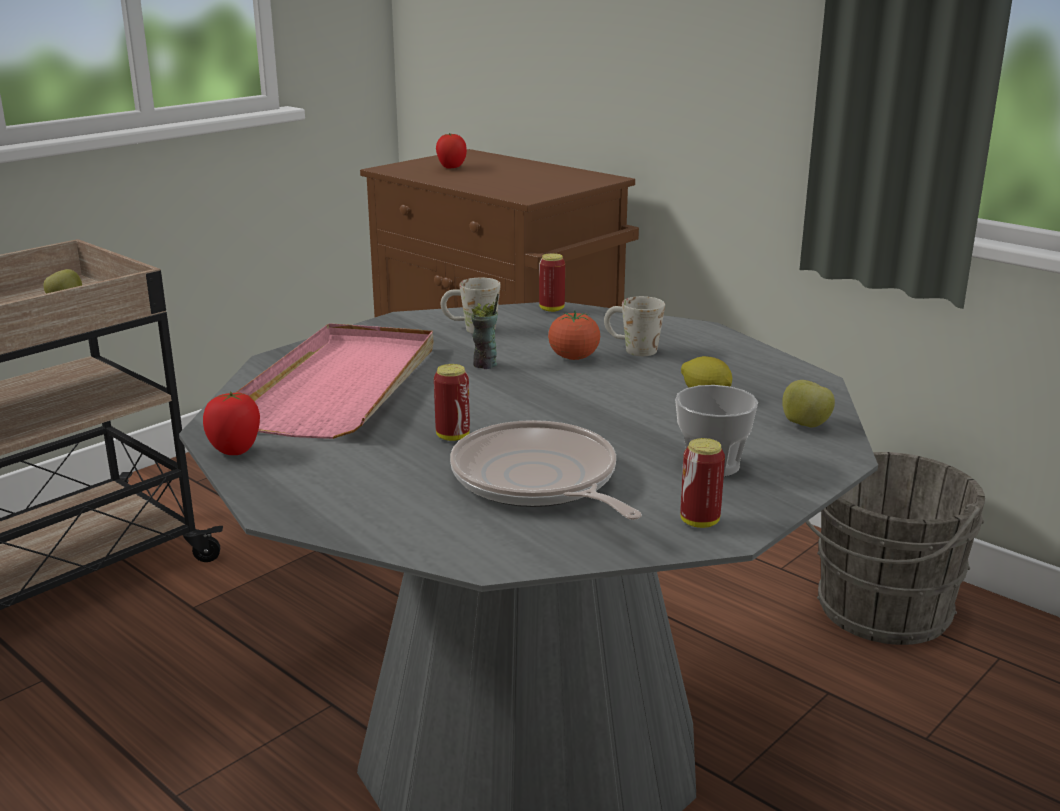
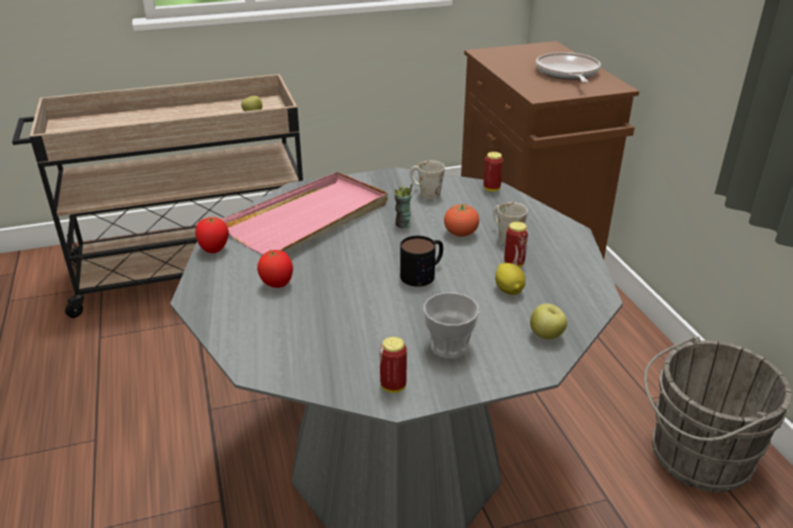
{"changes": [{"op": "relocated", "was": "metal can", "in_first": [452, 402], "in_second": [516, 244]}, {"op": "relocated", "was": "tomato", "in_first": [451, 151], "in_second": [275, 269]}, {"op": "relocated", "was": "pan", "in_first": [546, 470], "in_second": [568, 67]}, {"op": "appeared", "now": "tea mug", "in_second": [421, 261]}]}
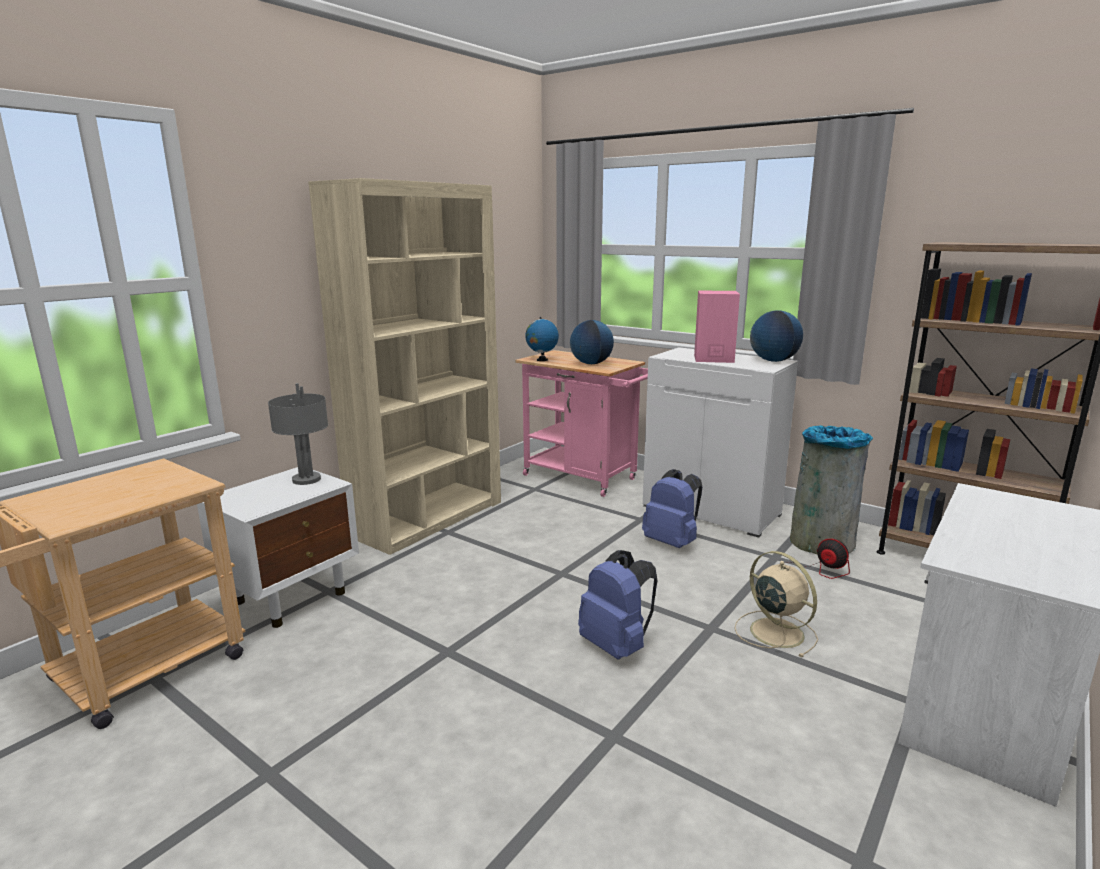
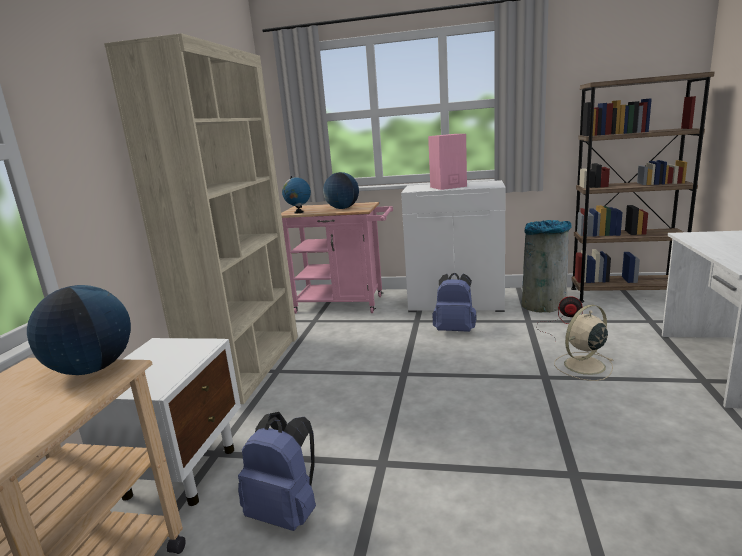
{"changes": [{"op": "missing", "was": "table lamp in gray", "in_first": [298, 434]}, {"op": "relocated", "was": "rucksack in blue-coloured", "in_first": [618, 605], "in_second": [277, 471]}, {"op": "spun", "was": "fan in beige-coloured", "in_first": [776, 604], "in_second": [583, 343], "clockwise": -60}, {"op": "relocated", "was": "world globe", "in_first": [776, 336], "in_second": [79, 330]}]}
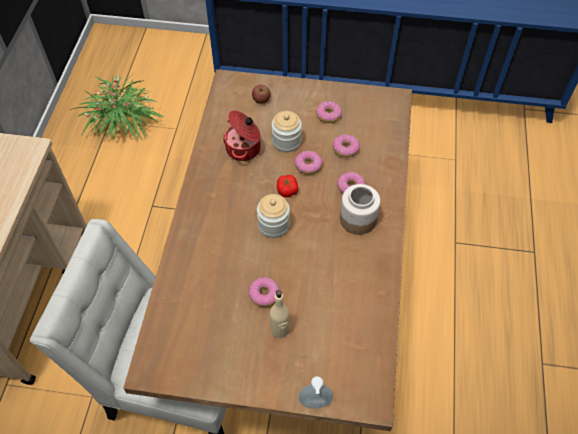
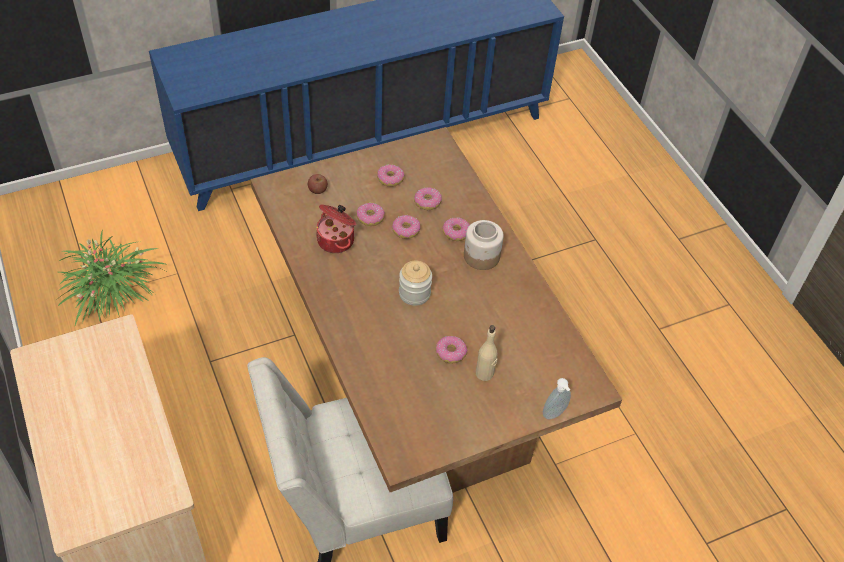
{"changes": [{"op": "exchanged", "was": "jar", "now": "donut", "in_first": [287, 131], "in_second": [370, 214]}, {"op": "missing", "was": "tomato", "in_first": [287, 186]}]}
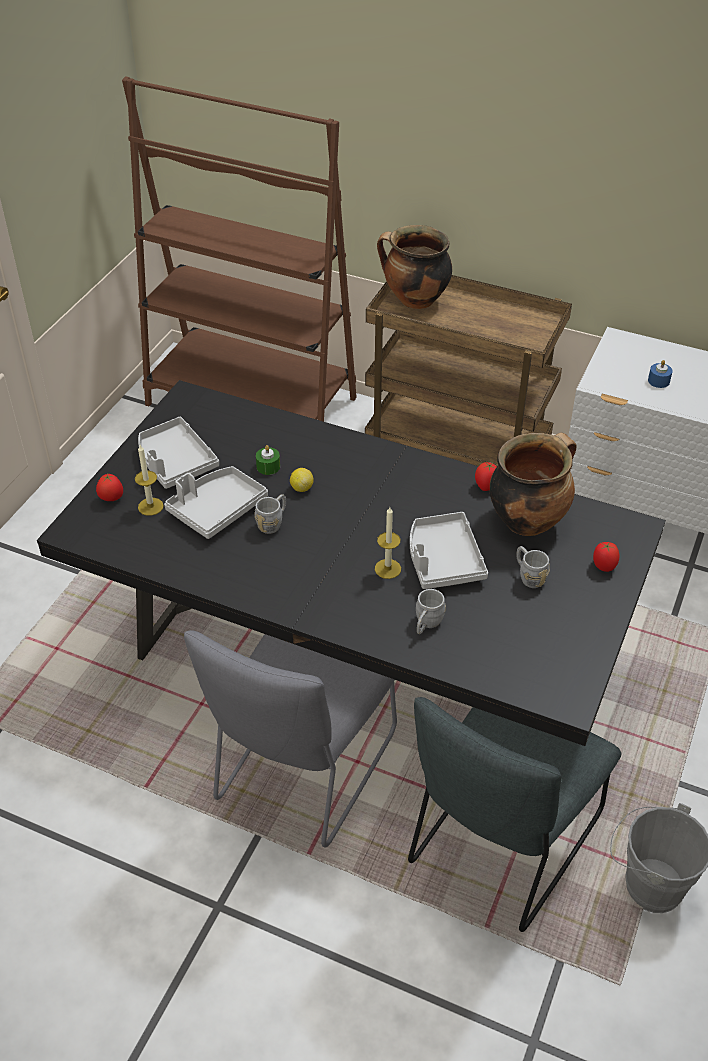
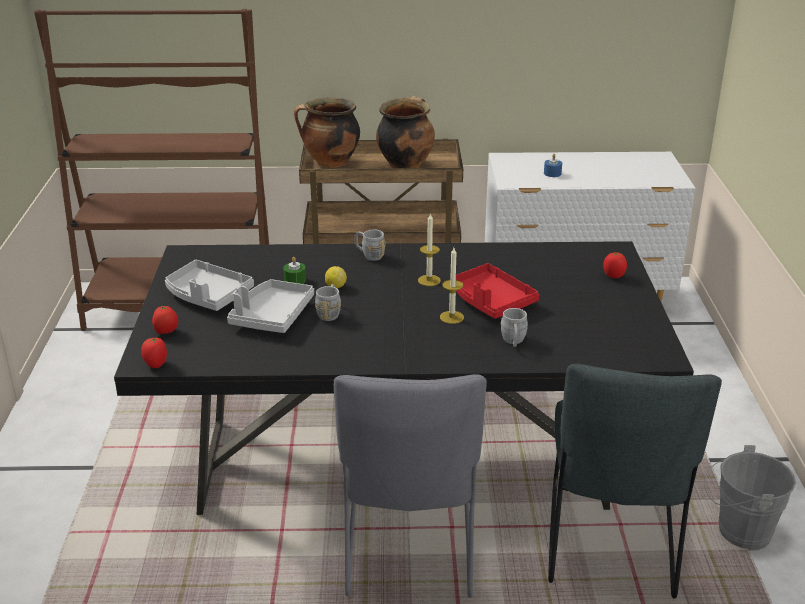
{"changes": [{"op": "relocated", "was": "candle", "in_first": [149, 480], "in_second": [429, 250]}, {"op": "colour", "was": "tray in gray", "now": "tray in red-coloured", "in_first": [449, 550], "in_second": [497, 291]}, {"op": "relocated", "was": "tomato", "in_first": [486, 476], "in_second": [154, 352]}, {"op": "relocated", "was": "saucepot", "in_first": [533, 484], "in_second": [405, 132]}, {"op": "relocated", "was": "tea mug in gray", "in_first": [533, 567], "in_second": [370, 245]}]}
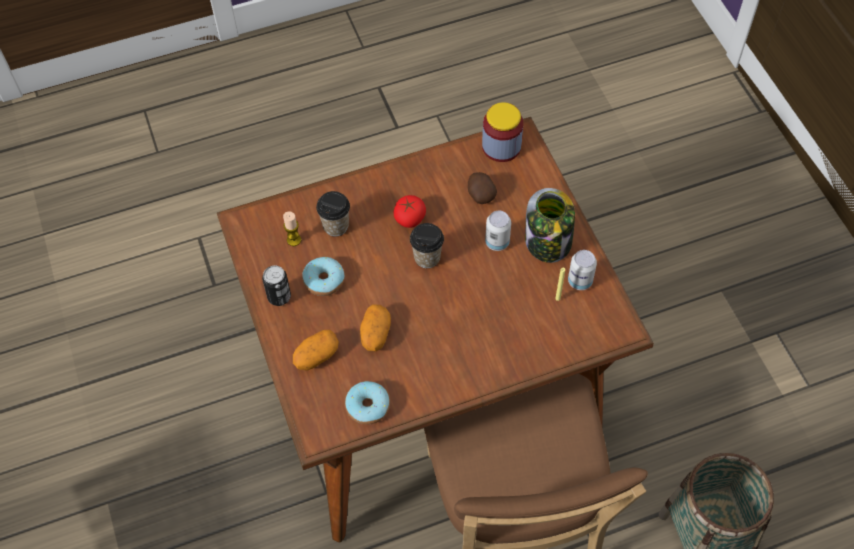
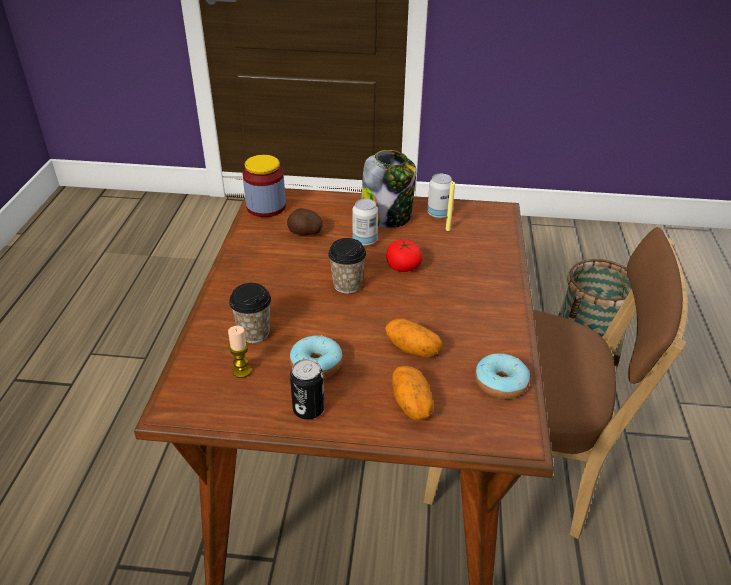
{"changes": [{"op": "relocated", "was": "tomato", "in_first": [409, 211], "in_second": [404, 256]}]}
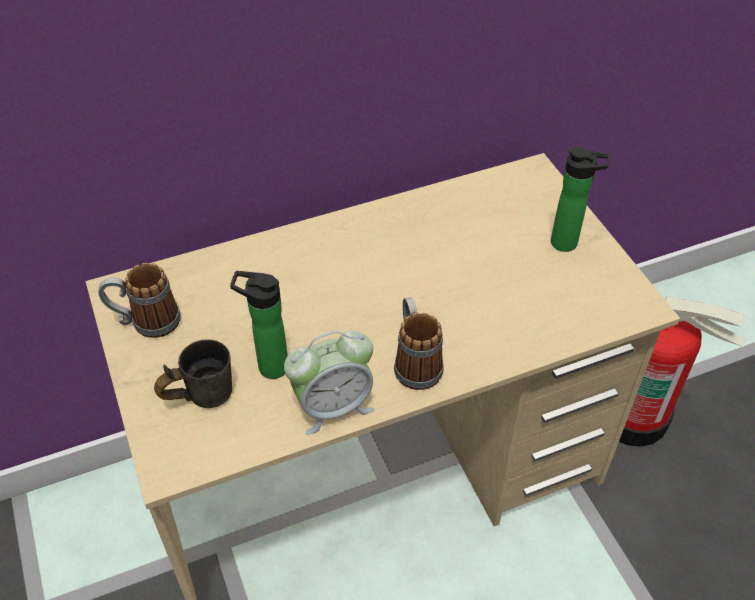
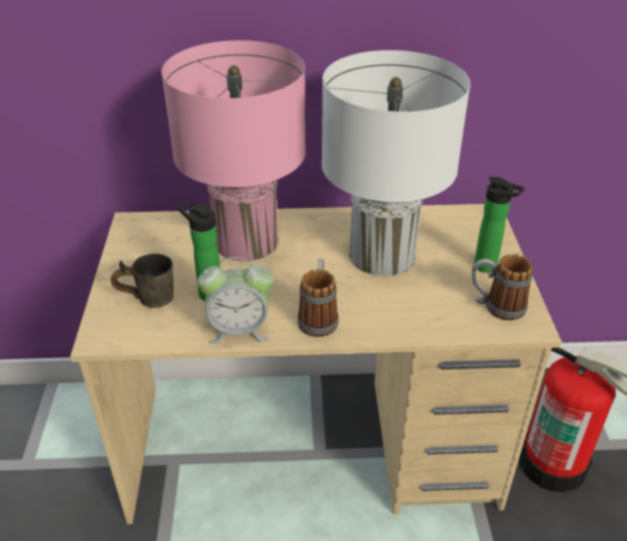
{"changes": [{"op": "relocated", "was": "tea mug", "in_first": [140, 300], "in_second": [502, 287]}, {"op": "appeared", "now": "table lamp in pink", "in_second": [233, 150]}, {"op": "appeared", "now": "table lamp in white-coloured", "in_second": [396, 163]}]}
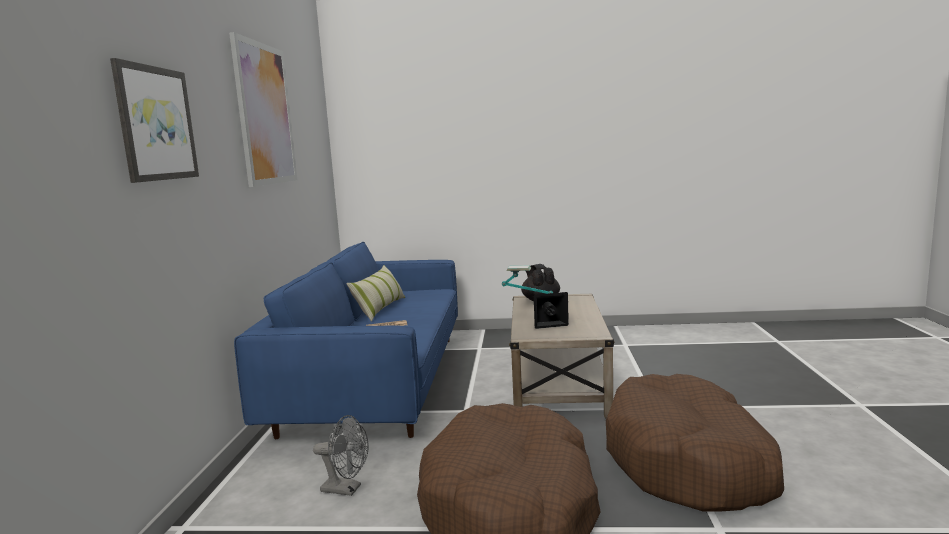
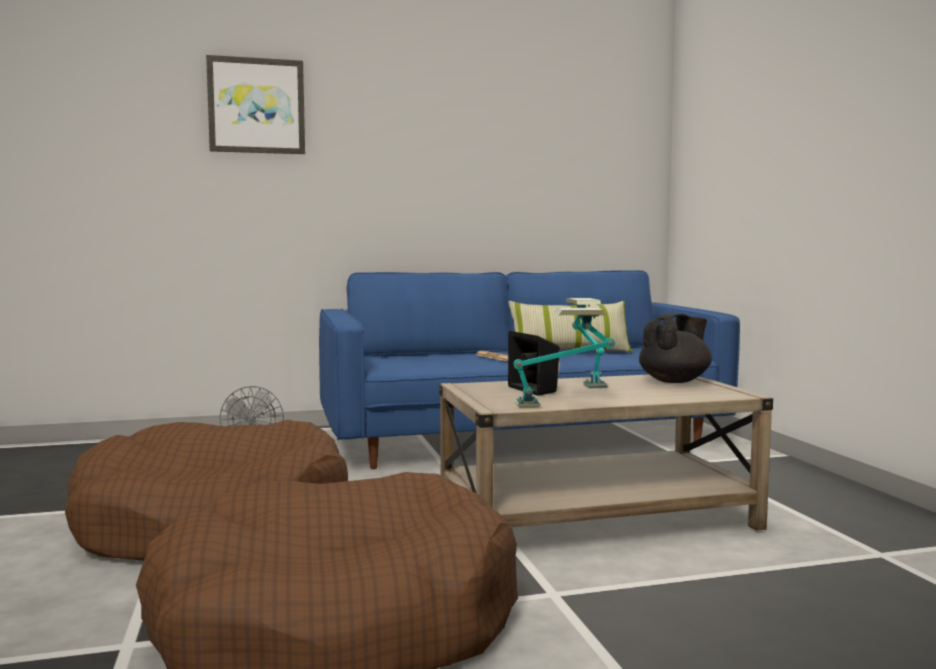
{"changes": [{"op": "missing", "was": "picture", "in_first": [263, 109]}, {"op": "appeared", "now": "table lamp", "in_second": [564, 358]}]}
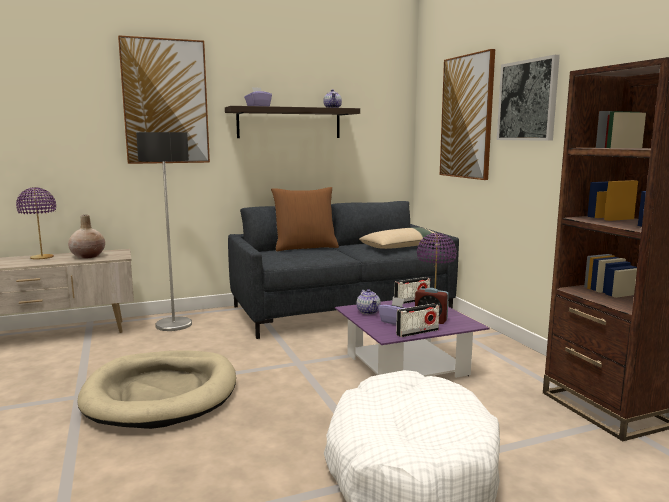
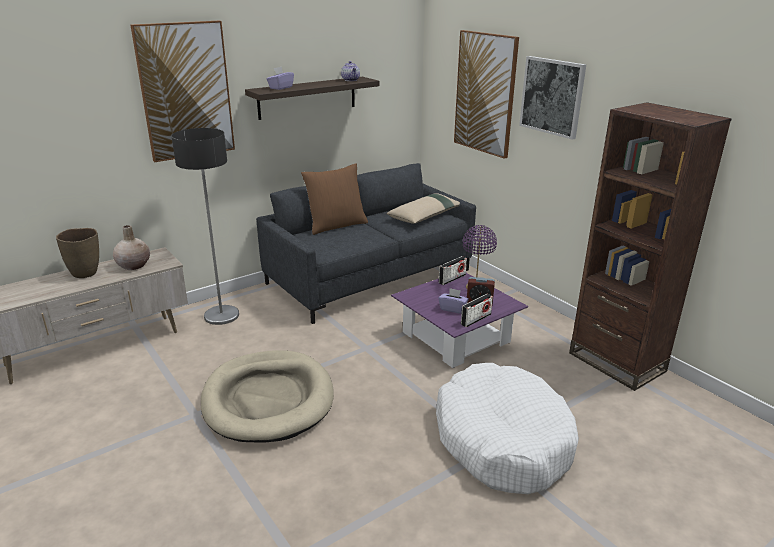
{"changes": [{"op": "exchanged", "was": "table lamp in purple-coloured", "now": "flower vase in brown-coloured", "in_first": [36, 223], "in_second": [77, 253]}, {"op": "missing", "was": "teapot", "in_first": [369, 302]}]}
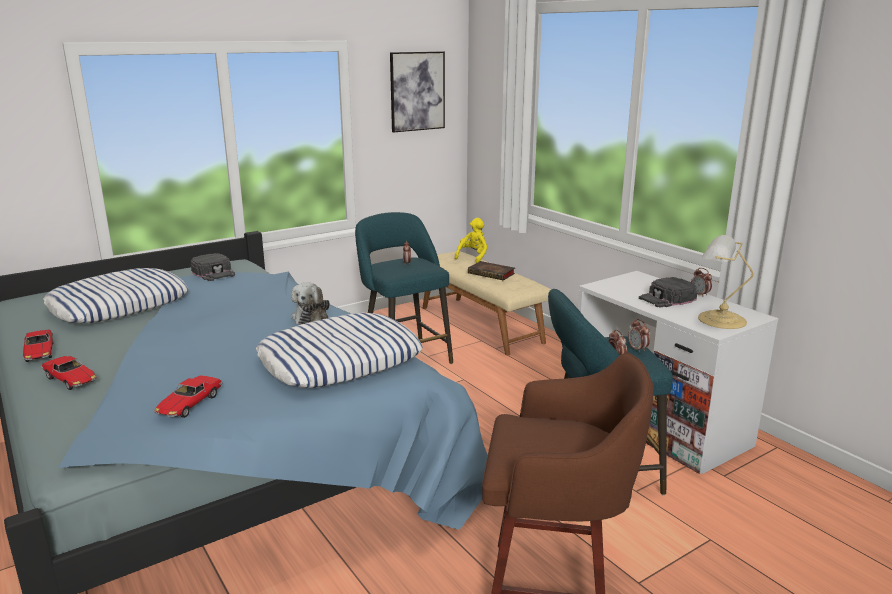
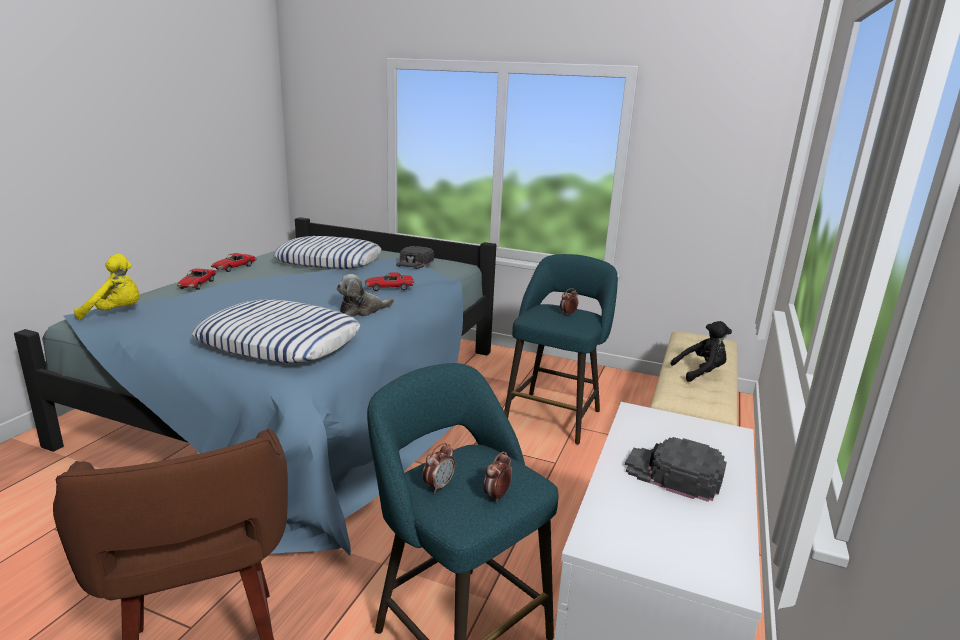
{"changes": [{"op": "relocated", "was": "toy car", "in_first": [188, 396], "in_second": [390, 282]}, {"op": "missing", "was": "picture", "in_first": [417, 91]}, {"op": "relocated", "was": "plush toy in yellow", "in_first": [471, 240], "in_second": [106, 287]}, {"op": "exchanged", "was": "bound book", "now": "plush toy in black", "in_first": [491, 271], "in_second": [701, 351]}, {"op": "missing", "was": "table clock", "in_first": [701, 282]}, {"op": "missing", "was": "table lamp", "in_first": [726, 282]}]}
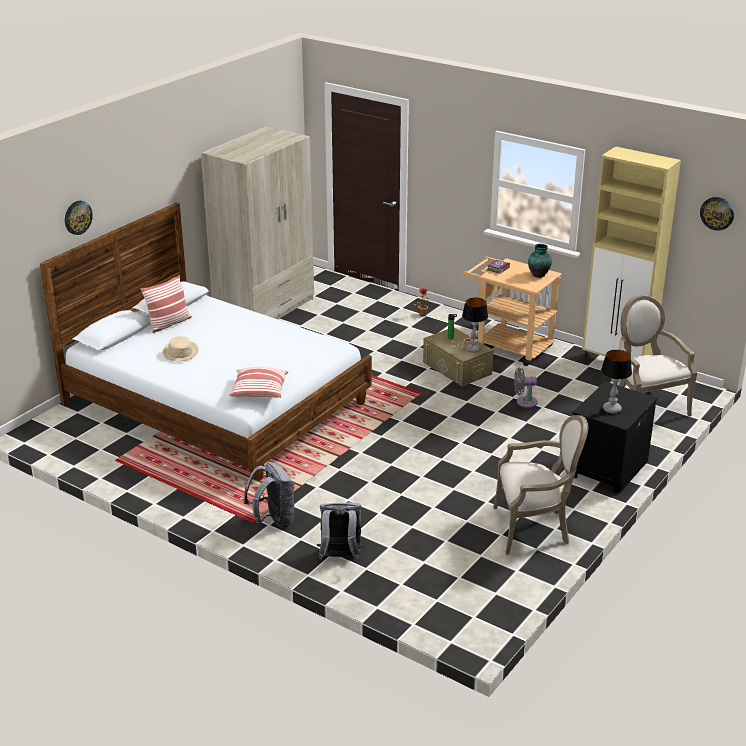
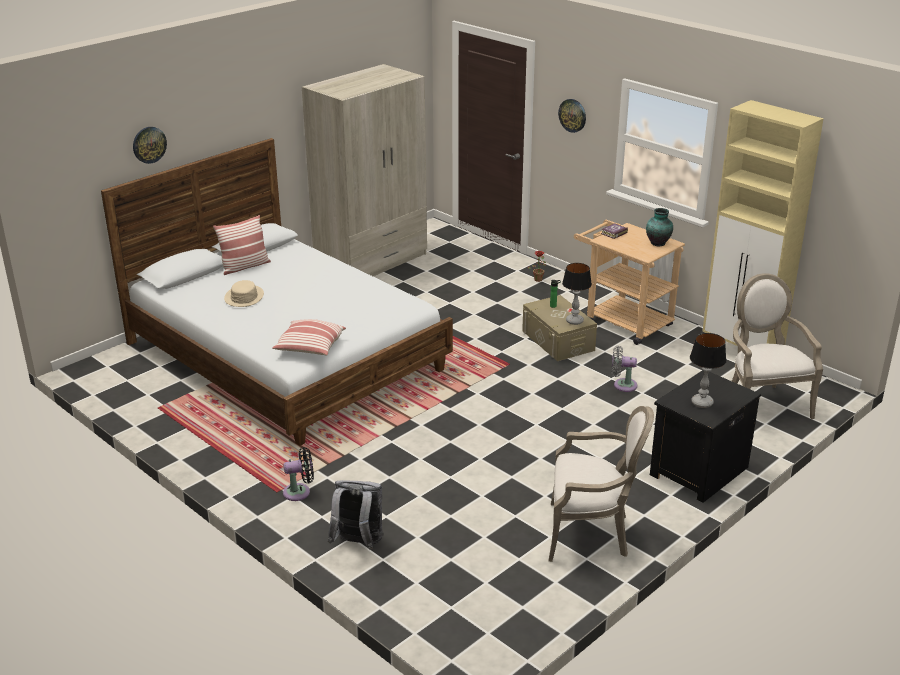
{"changes": [{"op": "exchanged", "was": "rucksack in gray", "now": "fan in black", "in_first": [269, 495], "in_second": [298, 474]}, {"op": "relocated", "was": "hanging clock", "in_first": [717, 214], "in_second": [572, 116]}]}
